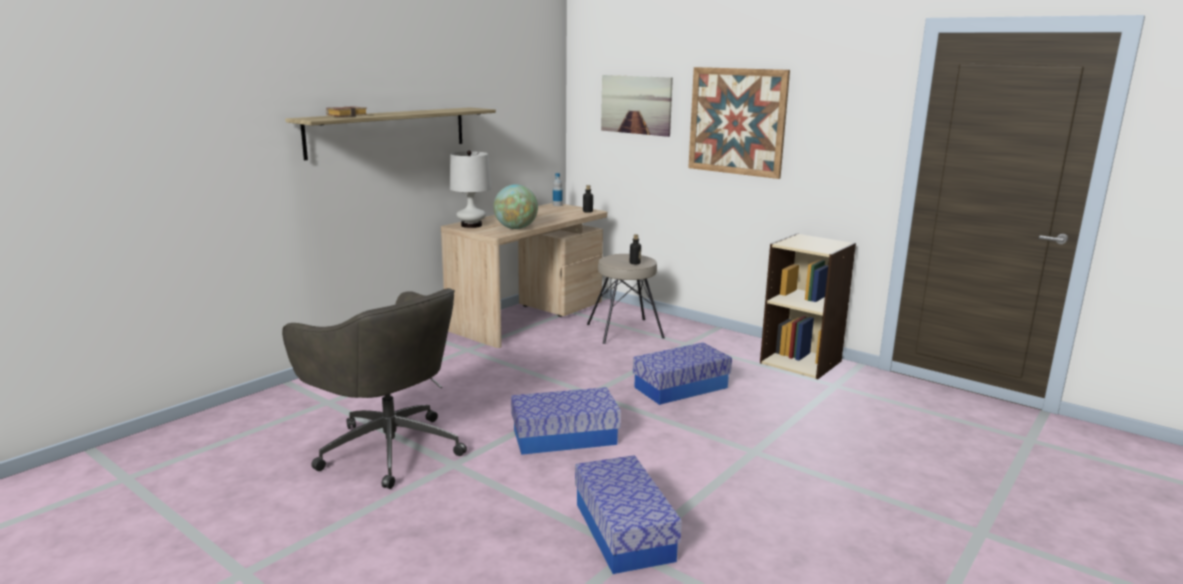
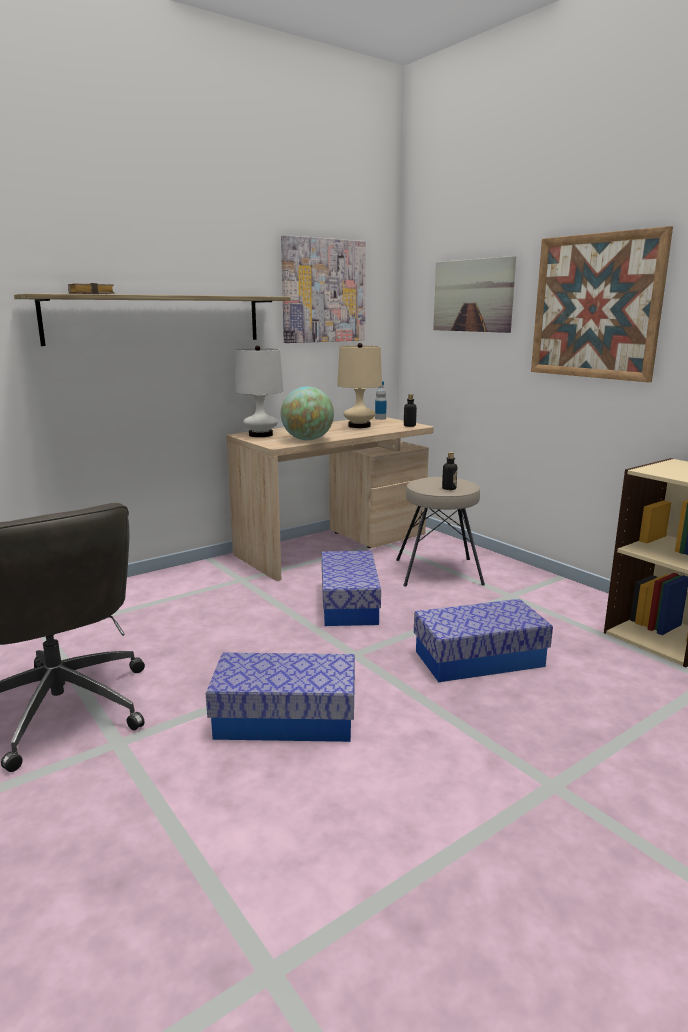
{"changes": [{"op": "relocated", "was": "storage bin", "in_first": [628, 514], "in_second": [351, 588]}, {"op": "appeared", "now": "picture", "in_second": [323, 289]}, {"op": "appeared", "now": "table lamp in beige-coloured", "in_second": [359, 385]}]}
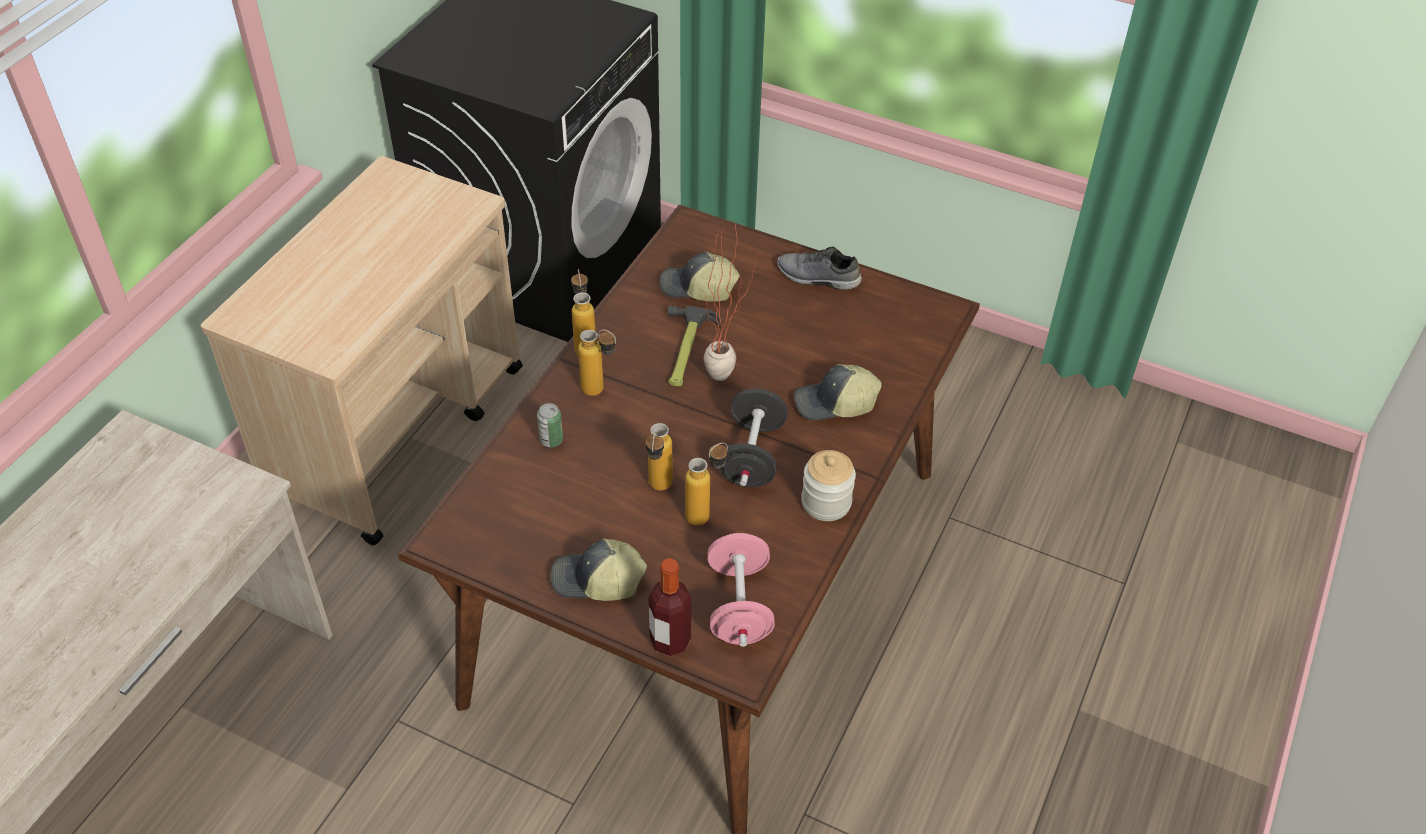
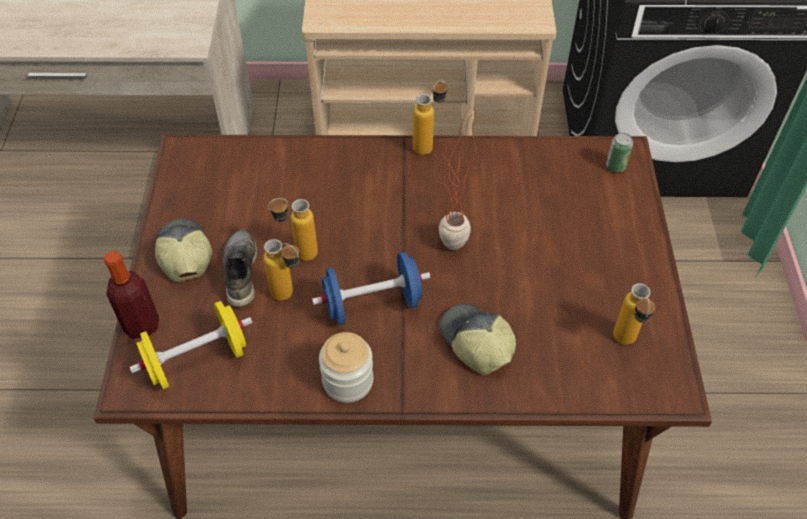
{"changes": [{"op": "relocated", "was": "metal can", "in_first": [550, 425], "in_second": [619, 152]}, {"op": "relocated", "was": "drink bottle", "in_first": [597, 363], "in_second": [634, 314]}, {"op": "missing", "was": "baseball cap", "in_first": [700, 277]}, {"op": "missing", "was": "hammer", "in_first": [694, 346]}, {"op": "colour", "was": "dumbbell in pink", "now": "dumbbell in yellow", "in_first": [741, 590], "in_second": [191, 345]}, {"op": "colour", "was": "dumbbell in black", "now": "dumbbell in blue-coloured", "in_first": [753, 437], "in_second": [371, 288]}, {"op": "relocated", "was": "low shoe in gray", "in_first": [819, 268], "in_second": [240, 268]}]}
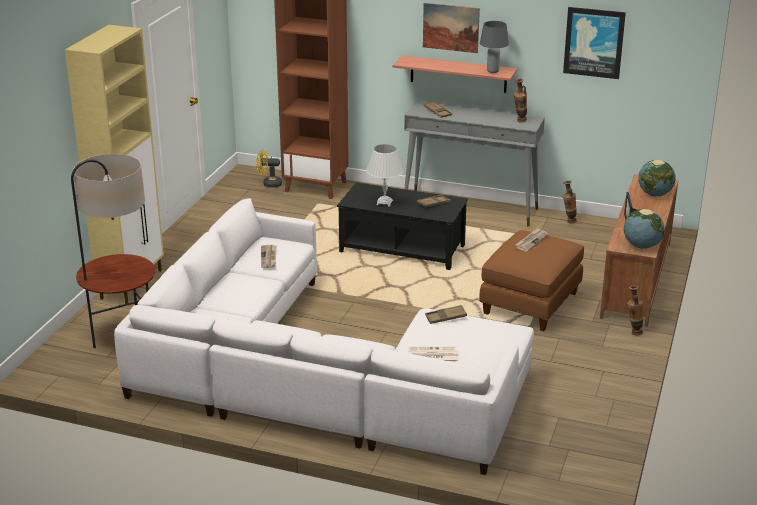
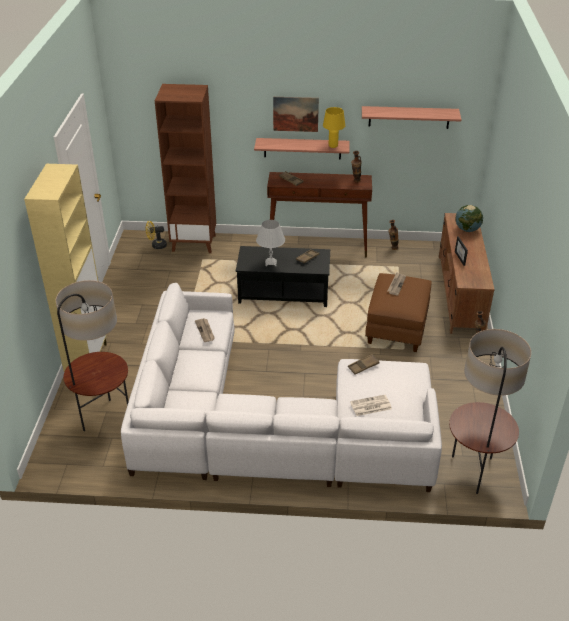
{"changes": [{"op": "colour", "was": "console table in gray", "now": "console table in brown-coloured", "in_first": [474, 164], "in_second": [319, 214]}, {"op": "colour", "was": "table lamp in gray", "now": "table lamp in yellow", "in_first": [494, 47], "in_second": [334, 127]}, {"op": "exchanged", "was": "picture", "now": "bracket shelf", "in_first": [594, 43], "in_second": [412, 117]}, {"op": "missing", "was": "world globe", "in_first": [644, 229]}, {"op": "appeared", "now": "standard lamp", "in_second": [490, 411]}]}
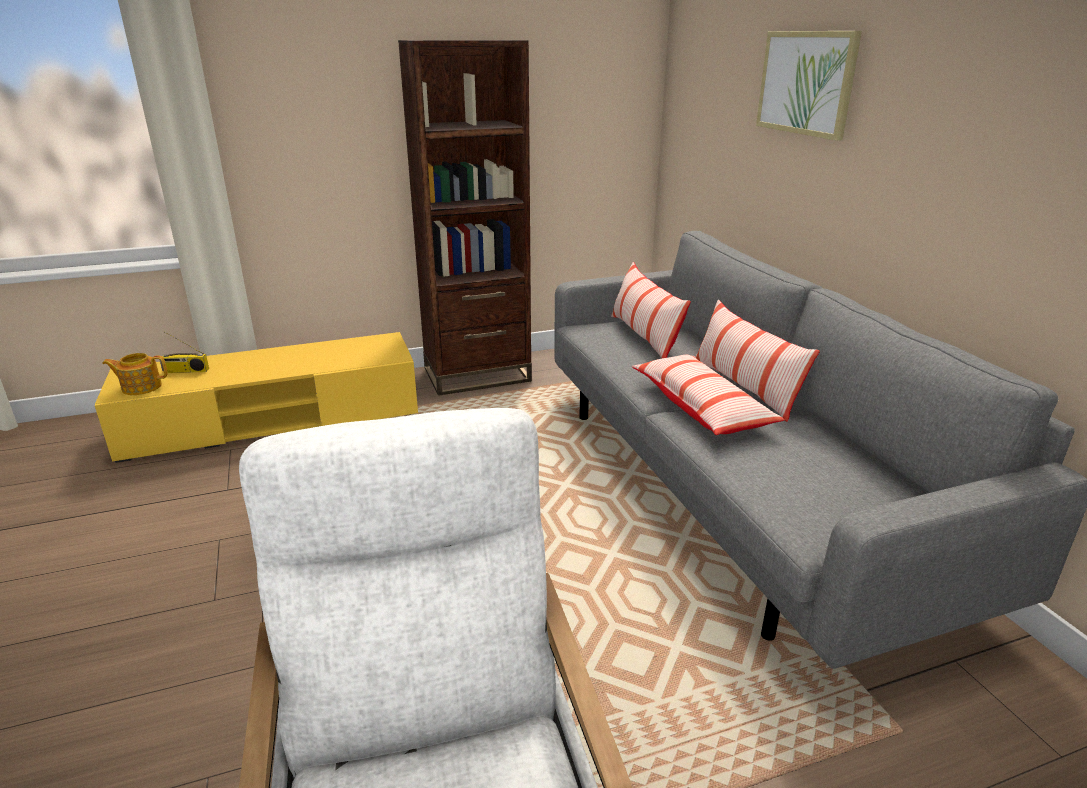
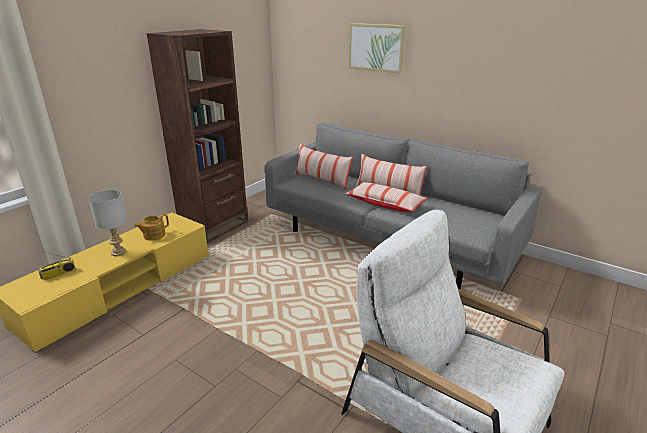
{"changes": [{"op": "relocated", "was": "teapot", "in_first": [135, 374], "in_second": [151, 227]}, {"op": "appeared", "now": "table lamp in gray", "in_second": [107, 223]}]}
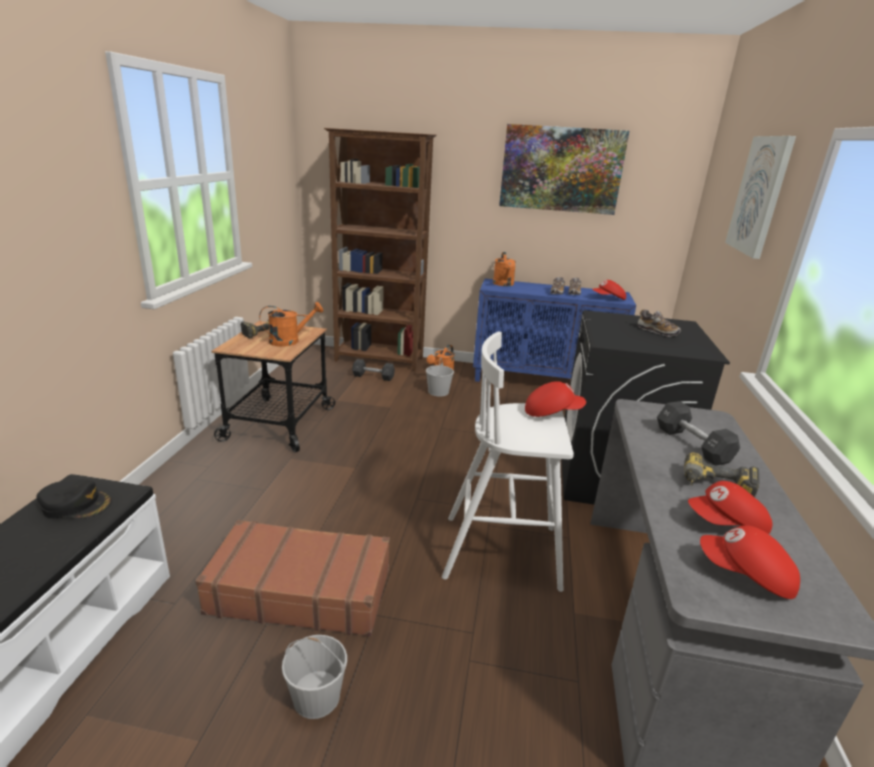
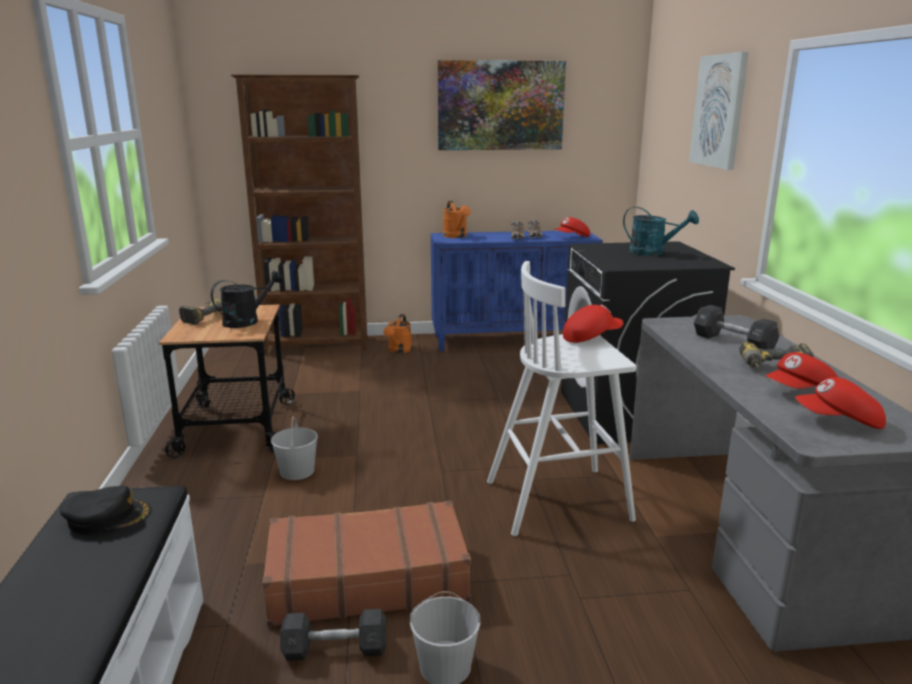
{"changes": [{"op": "colour", "was": "watering can in orange", "now": "watering can in black", "in_first": [291, 324], "in_second": [247, 299]}, {"op": "relocated", "was": "dumbbell in gray", "in_first": [373, 370], "in_second": [333, 635]}, {"op": "relocated", "was": "pail in white-coloured", "in_first": [440, 377], "in_second": [294, 448]}, {"op": "exchanged", "was": "low shoe", "now": "watering can in turquoise-coloured", "in_first": [659, 323], "in_second": [661, 231]}]}
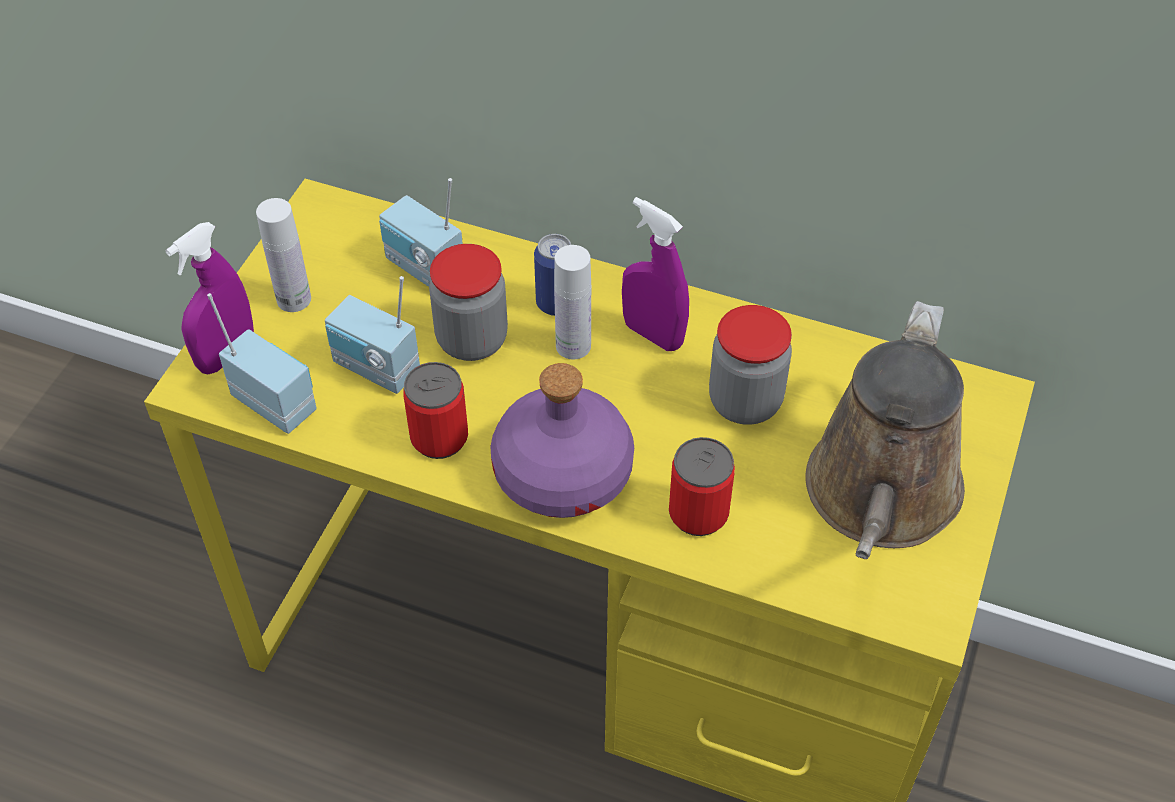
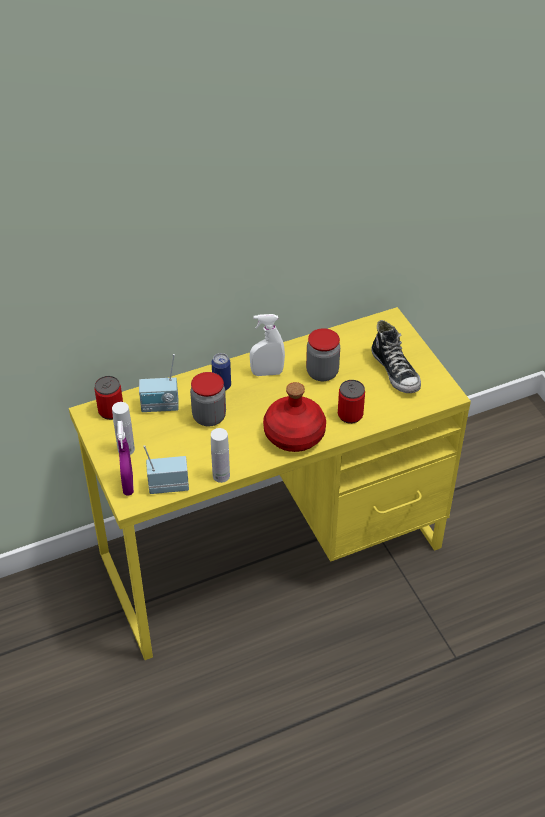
{"changes": [{"op": "missing", "was": "radio set", "in_first": [372, 335]}, {"op": "relocated", "was": "metal can", "in_first": [435, 410], "in_second": [109, 398]}, {"op": "colour", "was": "drink bottle in purple-coloured", "now": "drink bottle in red-coloured", "in_first": [562, 440], "in_second": [294, 417]}, {"op": "relocated", "was": "drink bottle in white-coloured", "in_first": [572, 302], "in_second": [220, 455]}, {"op": "colour", "was": "hand sprayer in purple-coloured", "now": "hand sprayer in white-coloured", "in_first": [655, 274], "in_second": [267, 345]}, {"op": "exchanged", "was": "watering can in brown-coloured", "now": "low shoe", "in_first": [885, 430], "in_second": [396, 356]}]}
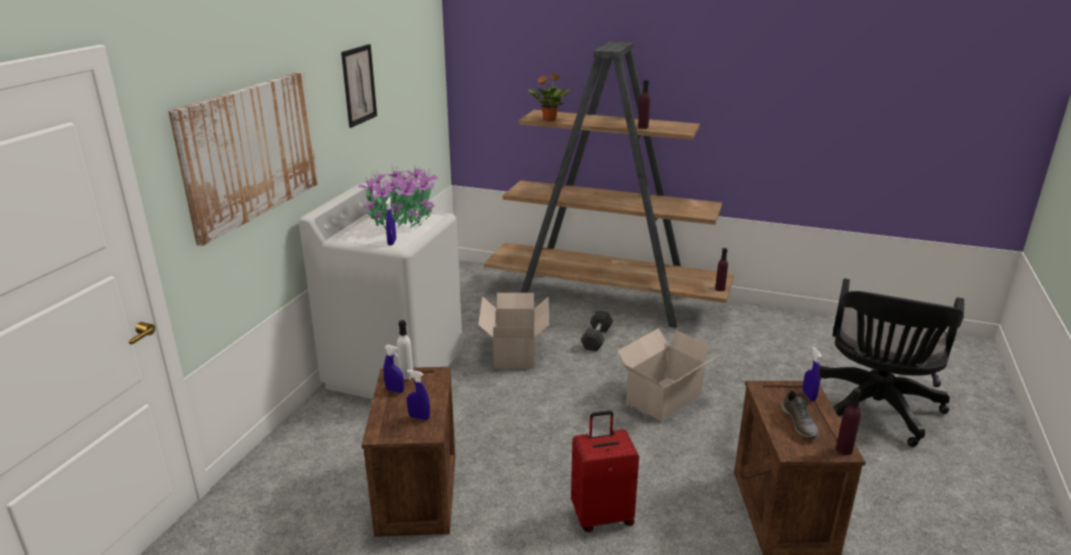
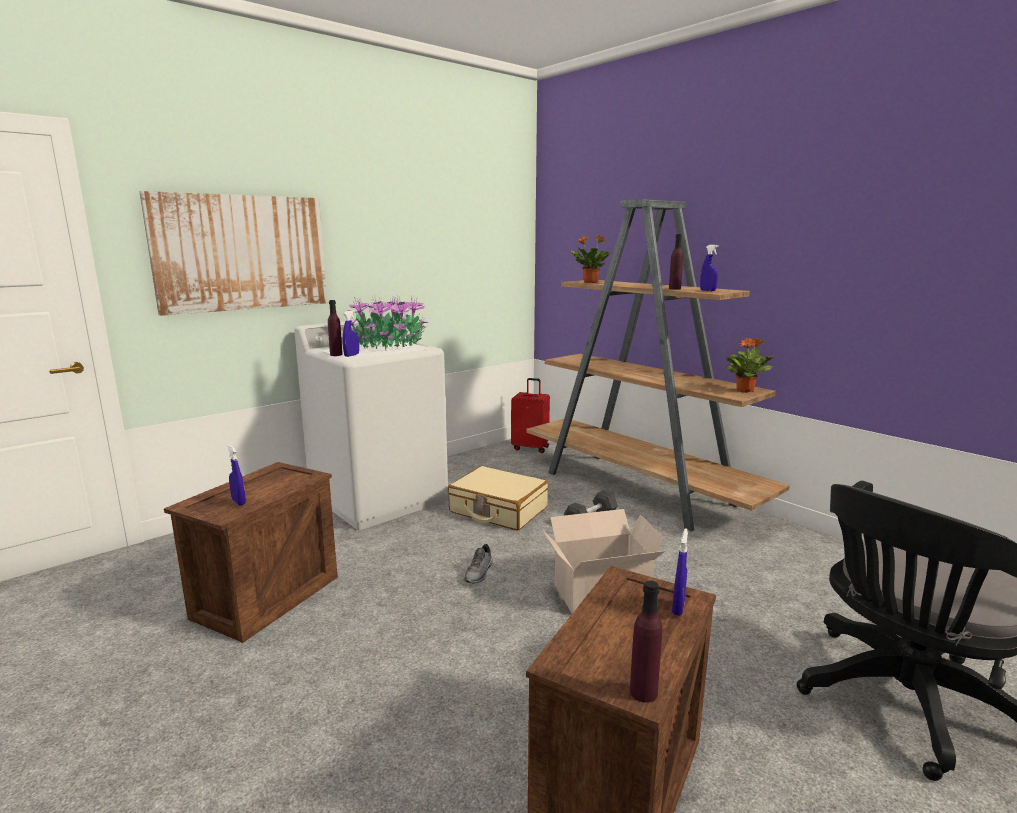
{"changes": [{"op": "missing", "was": "picture", "in_first": [359, 86]}, {"op": "relocated", "was": "hand sprayer in blue-coloured", "in_first": [393, 369], "in_second": [709, 268]}, {"op": "missing", "was": "drink bottle in white-coloured", "in_first": [405, 349]}, {"op": "exchanged", "was": "cardboard box", "now": "travel case in beige-coloured", "in_first": [513, 331], "in_second": [498, 498]}, {"op": "relocated", "was": "travel case in red-coloured", "in_first": [605, 471], "in_second": [530, 415]}, {"op": "relocated", "was": "drink bottle in purple-coloured", "in_first": [721, 269], "in_second": [335, 328]}, {"op": "relocated", "was": "low shoe in gray", "in_first": [800, 414], "in_second": [478, 563]}, {"op": "appeared", "now": "houseplant", "in_second": [749, 365]}]}
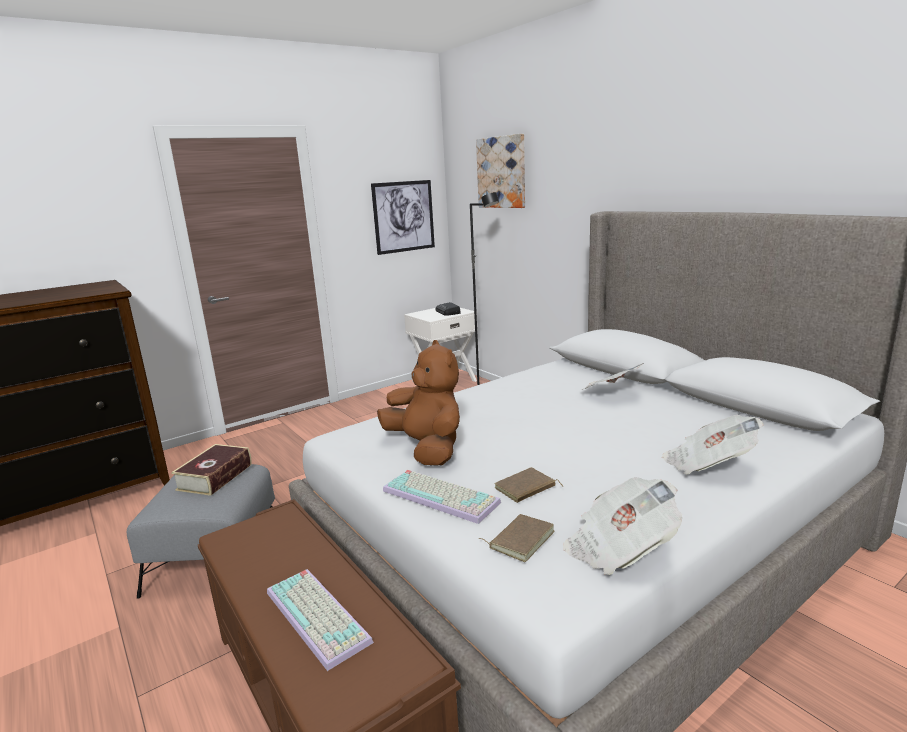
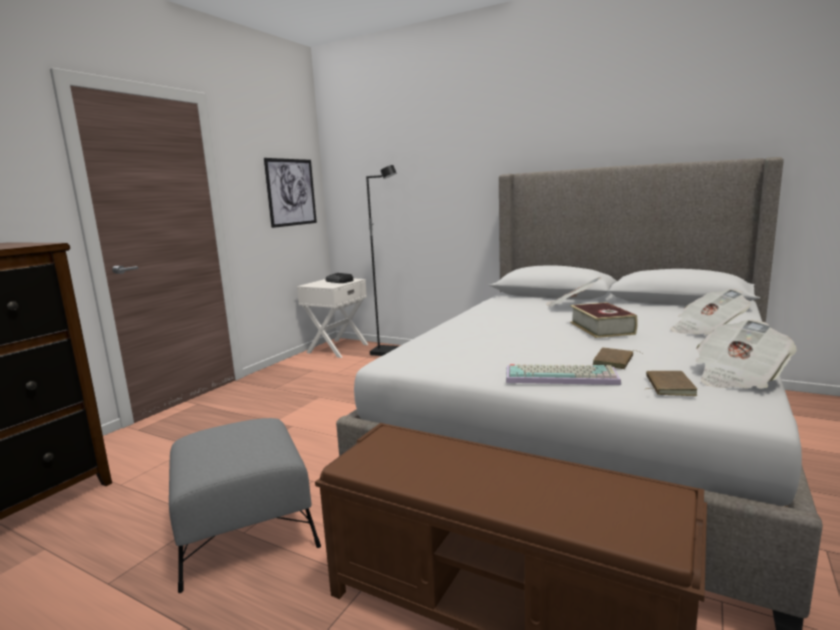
{"changes": [{"op": "relocated", "was": "bound book", "in_first": [211, 470], "in_second": [604, 320]}, {"op": "missing", "was": "computer keyboard", "in_first": [320, 620]}, {"op": "missing", "was": "plush toy in brown-coloured", "in_first": [418, 402]}, {"op": "missing", "was": "picture", "in_first": [500, 171]}]}
